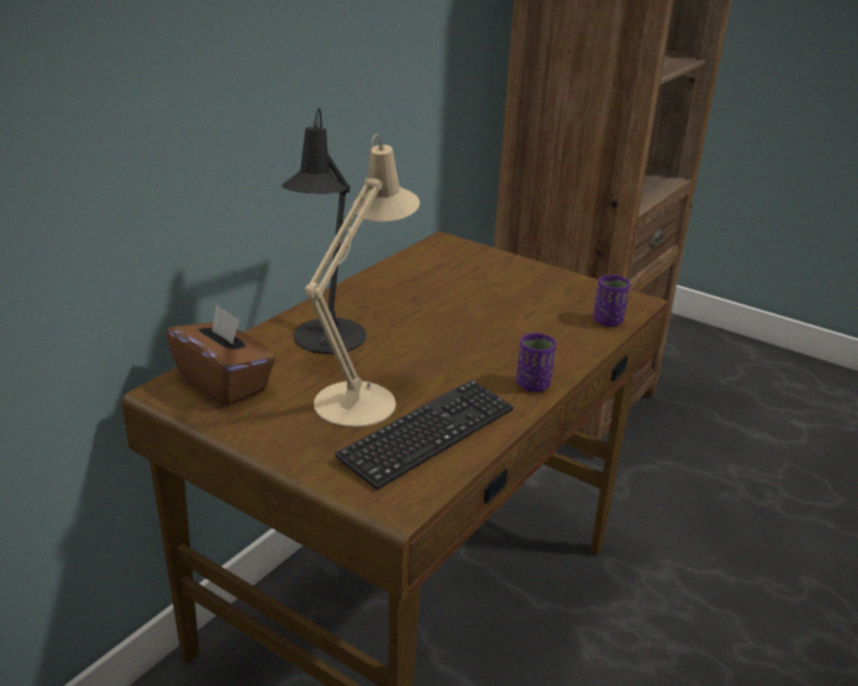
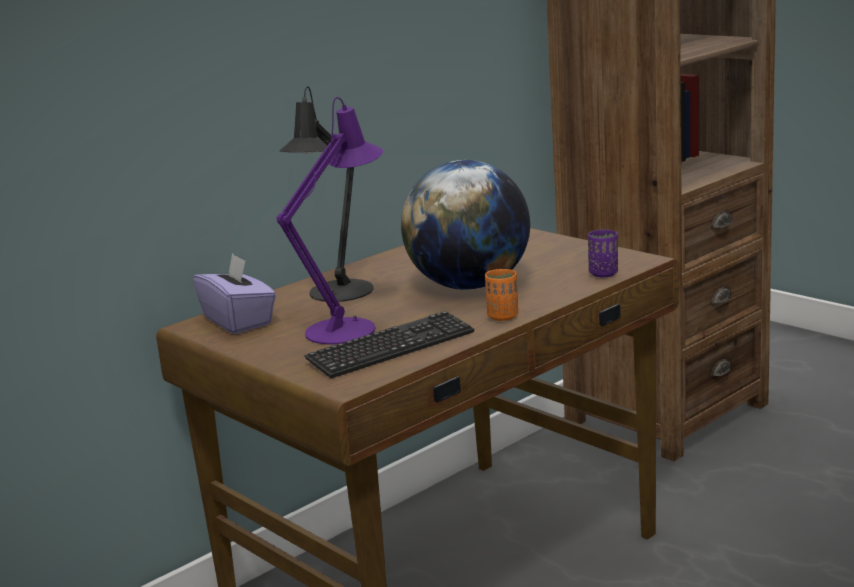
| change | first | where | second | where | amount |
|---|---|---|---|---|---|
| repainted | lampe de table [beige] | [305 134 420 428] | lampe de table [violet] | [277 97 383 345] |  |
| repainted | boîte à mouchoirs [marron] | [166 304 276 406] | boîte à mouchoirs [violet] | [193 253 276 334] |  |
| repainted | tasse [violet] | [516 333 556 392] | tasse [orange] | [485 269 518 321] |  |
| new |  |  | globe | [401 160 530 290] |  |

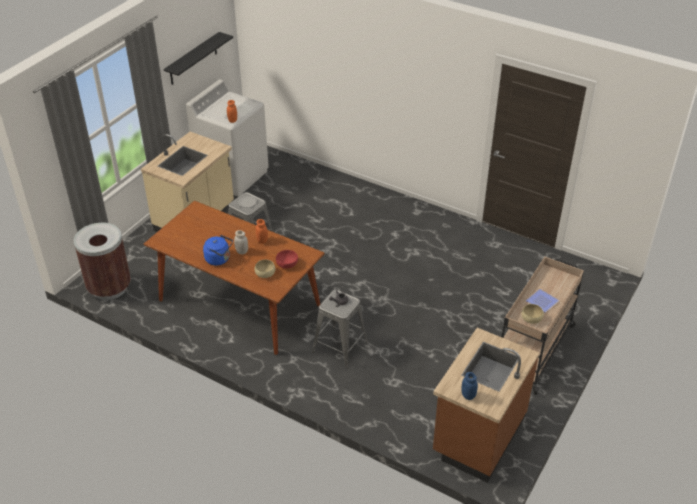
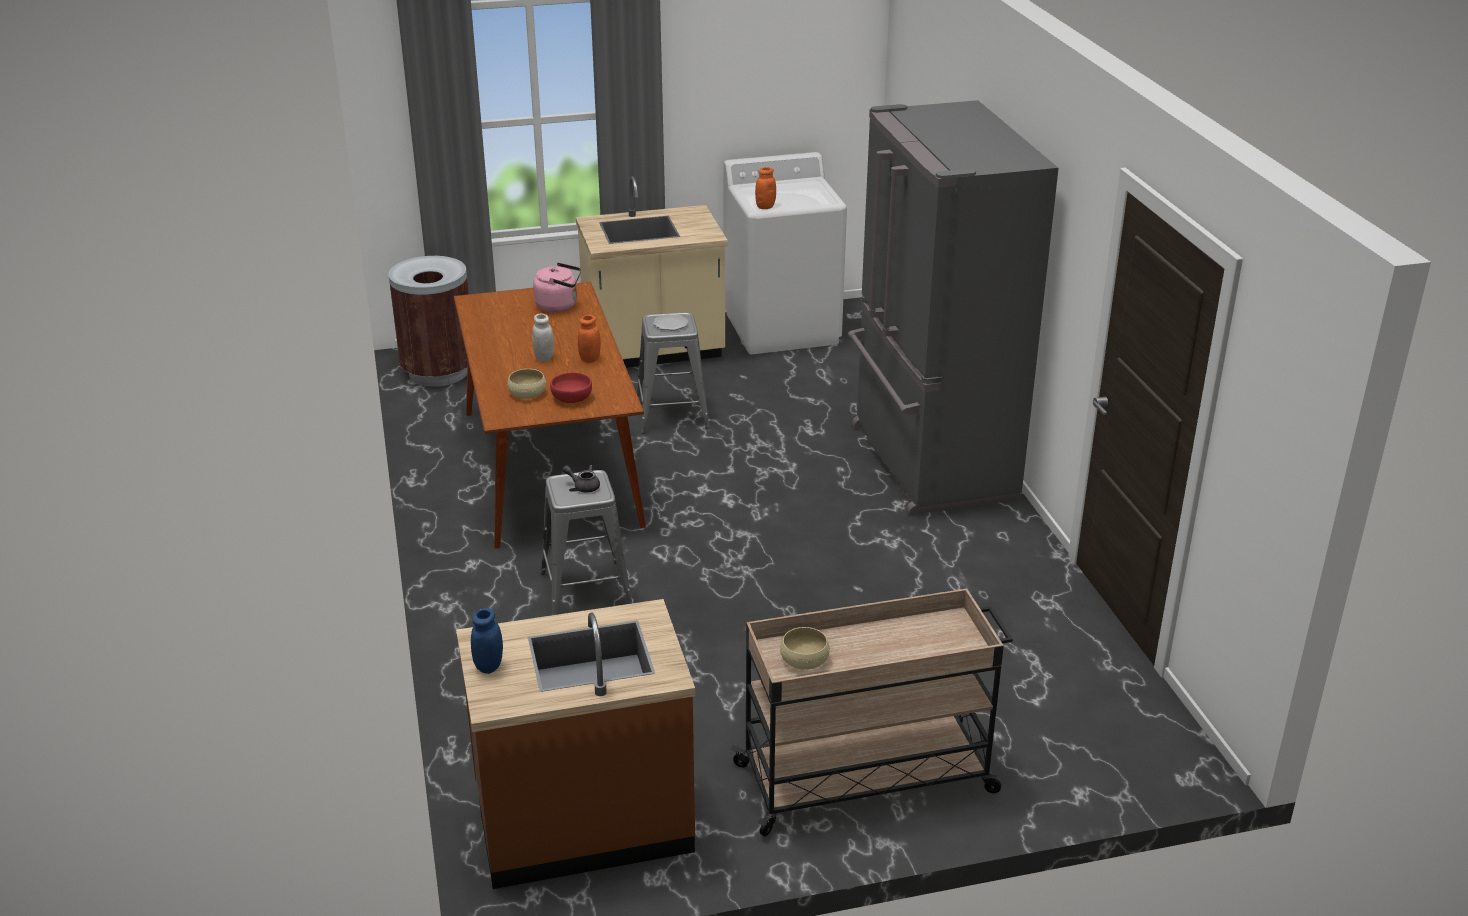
| change | first | where | second | where | amount |
|---|---|---|---|---|---|
| gone | étagère [noir] | [164 32 233 85] |  |  |  |
| gone | bouilloire [bleu] | [203 235 233 266] |  |  |  |
| gone | assiette | [526 289 559 313] |  |  |  |
| new |  |  | réfrigérateur [gris] | [848 100 1059 515] |  |
| new |  |  | bouilloire [rose] | [533 263 581 312] |  |

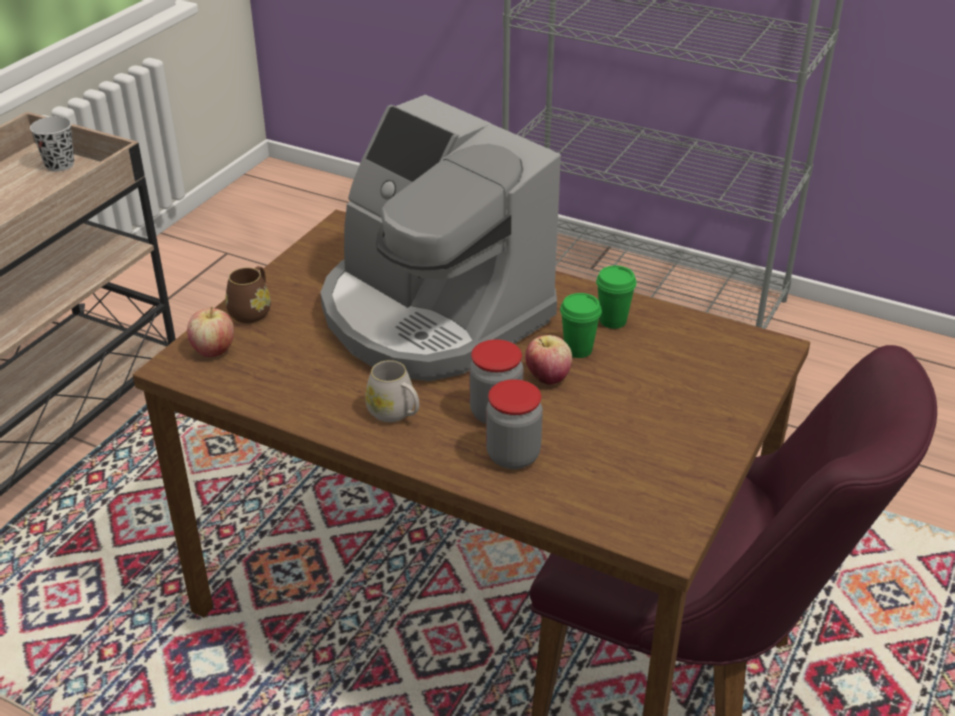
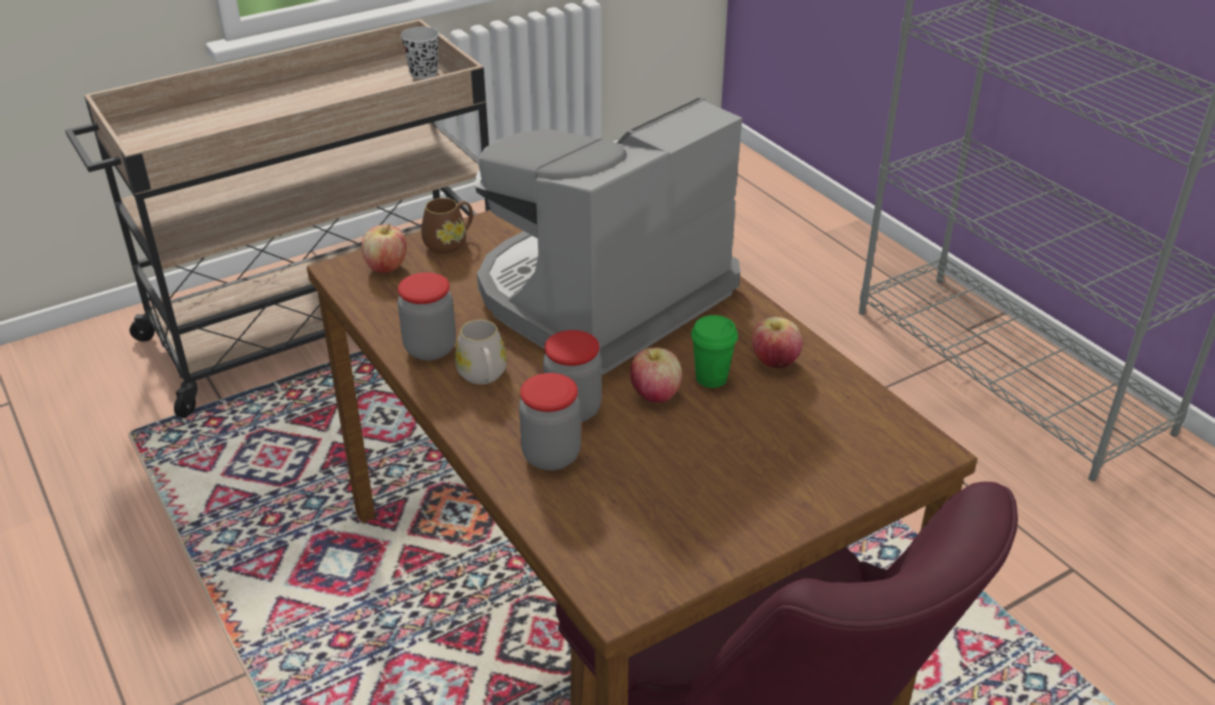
| change | first | where | second | where | amount |
|---|---|---|---|---|---|
| rotated | machine à café | [320 95 561 381] |  | [475 97 742 374] | 60 degrees clockwise |
| swapped | tasse [vert] | [596 266 637 329] | pomme | [752 317 803 368] |  |
| new |  |  | bocal | [398 272 456 361] |  |

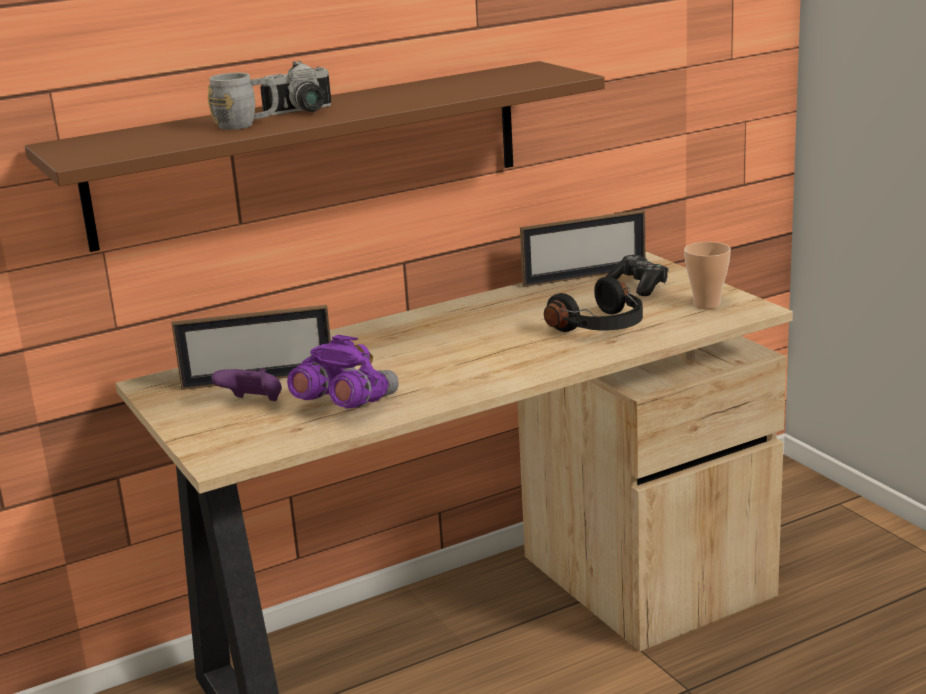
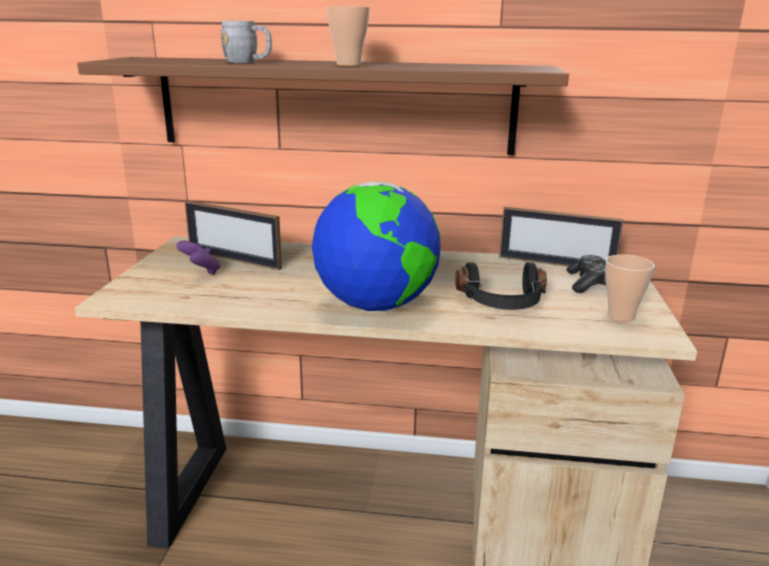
| change | first | where | second | where | amount |
|---|---|---|---|---|---|
| gone | appareil photo | [260 61 331 116] |  |  |  |
| gone | jumelles [violet] | [287 335 399 409] |  |  |  |
| new |  |  | tasse | [327 6 370 66] |  |
| new |  |  | globe | [312 181 441 312] |  |

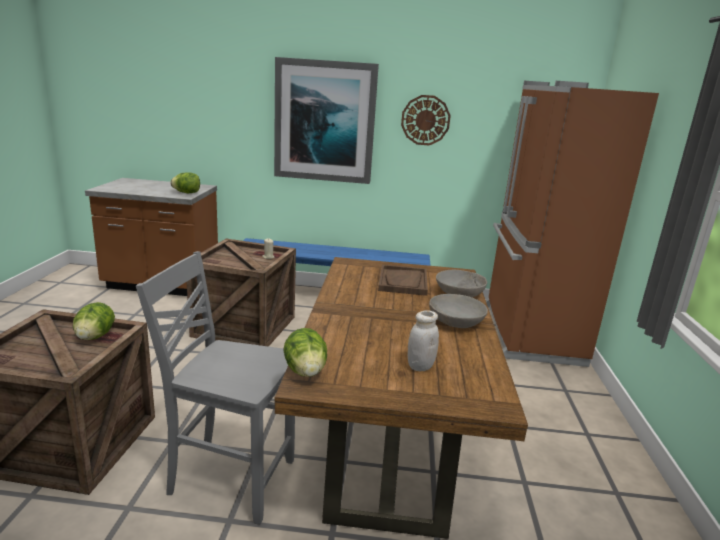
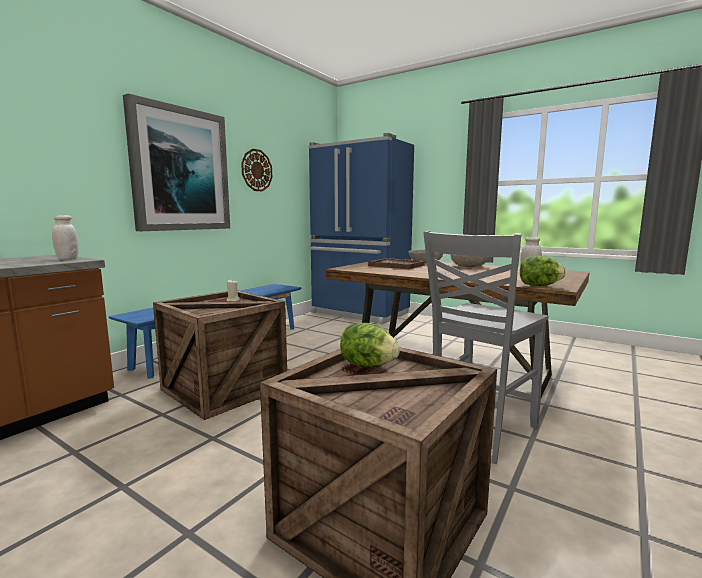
| change | first | where | second | where | amount |
|---|---|---|---|---|---|
| repainted | réfrigérateur [marron] | [486 81 659 367] | réfrigérateur [bleu] | [309 133 414 325] |  |
| swapped | laitue | [170 173 200 193] | bocal [blanc] | [52 215 79 260] |  |

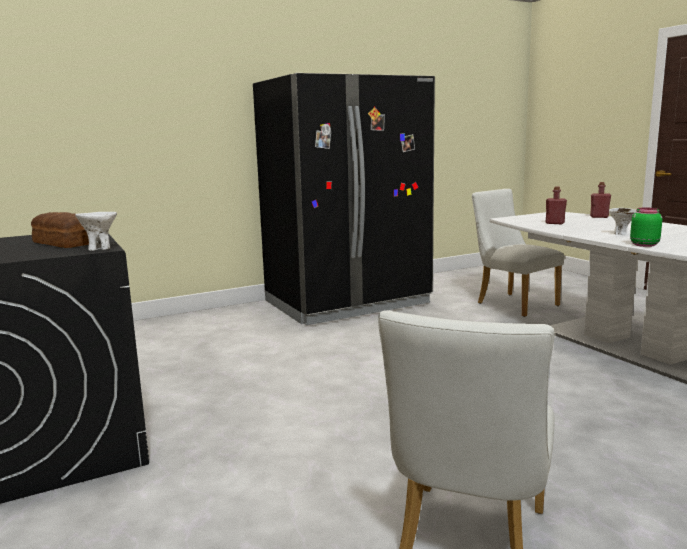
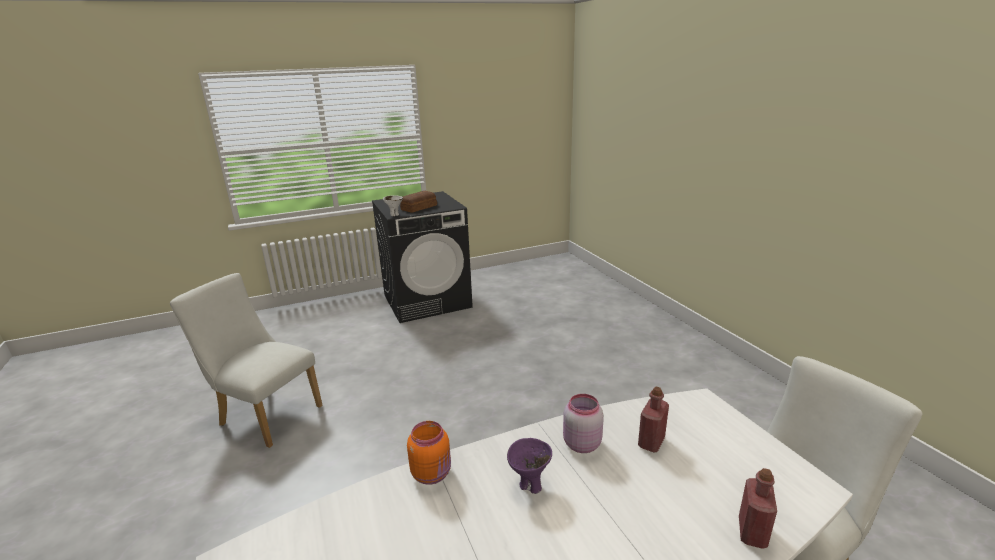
| change | first | where | second | where | amount |
|---|---|---|---|---|---|
| gone | réfrigérateur [noir] | [253 73 435 325] |  |  |  |
| repainted | bol [blanc] | [609 208 637 235] | bol [violet] | [507 438 552 494] |  |
| repainted | bocal [vert] | [630 208 662 247] | bocal [orange] | [407 421 451 485] |  |
| new |  |  | bocal [rose] | [563 394 604 453] |  |

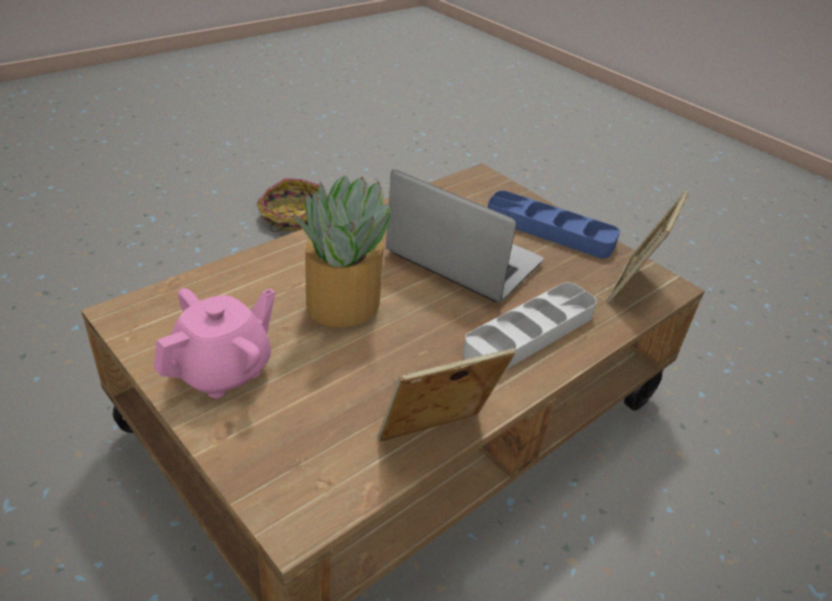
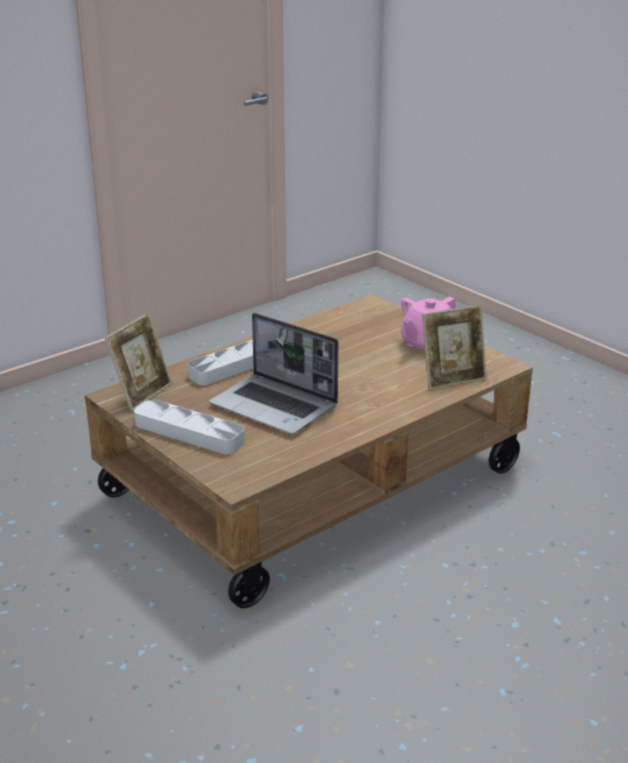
| change | first | where | second | where | amount |
|---|---|---|---|---|---|
| gone | plante en pot | [293 175 391 327] |  |  |  |
| gone | panier | [257 178 319 232] |  |  |  |
| repainted | plateau [bleu] | [488 191 620 258] | plateau [gris] | [134 399 245 454] |  |
| shifted | cadre photo | [377 348 516 442] |  | [422 305 487 390] |  |

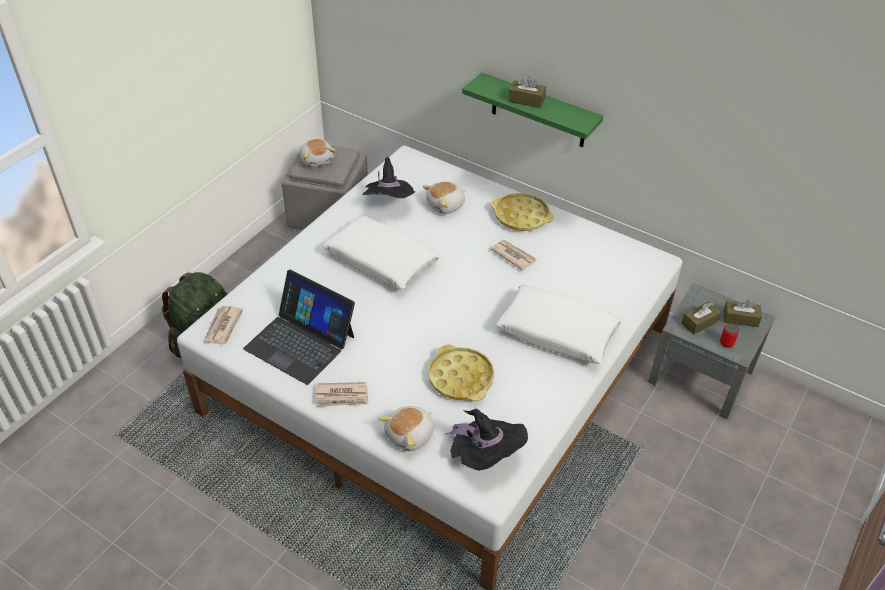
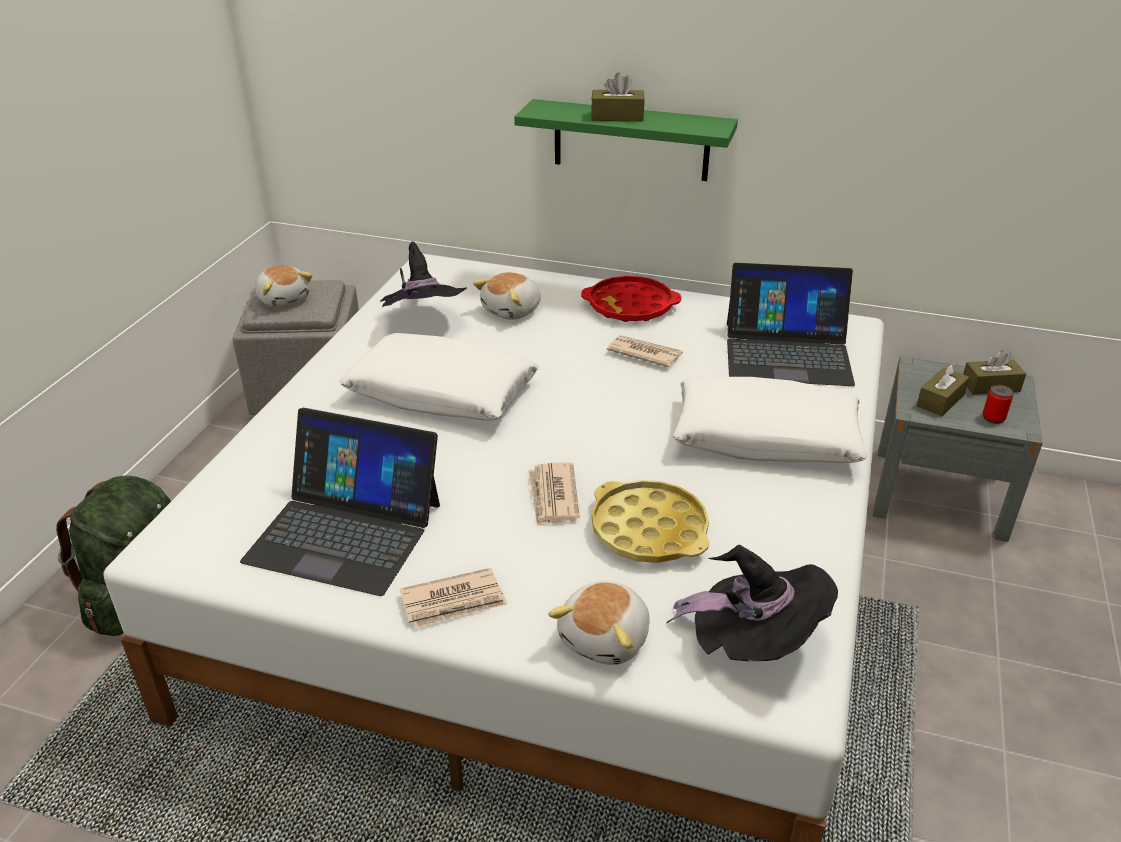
| change | first | where | second | where | amount |
|---|---|---|---|---|---|
| repainted | plateau [jaune] | [491 193 554 231] | plateau [rouge] | [581 276 681 322] |  |
| shifted | journal | [204 306 243 344] |  | [528 462 580 526] |  |
| new |  |  | ordinateur portable | [727 263 855 386] |  |

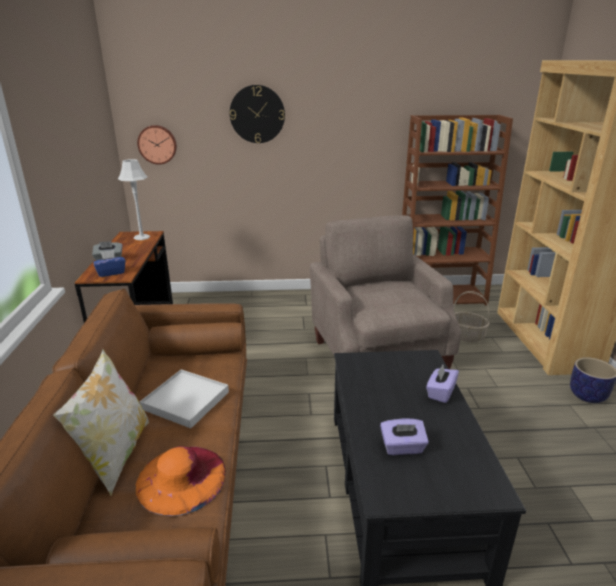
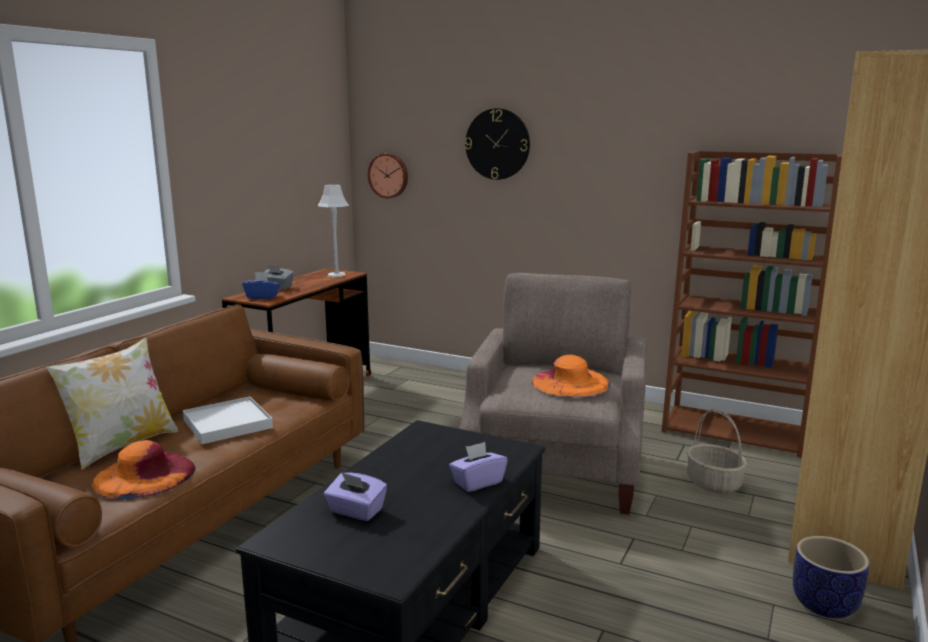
| change | first | where | second | where | amount |
|---|---|---|---|---|---|
| new |  |  | chapeau [orange] | [532 355 610 397] |  |

